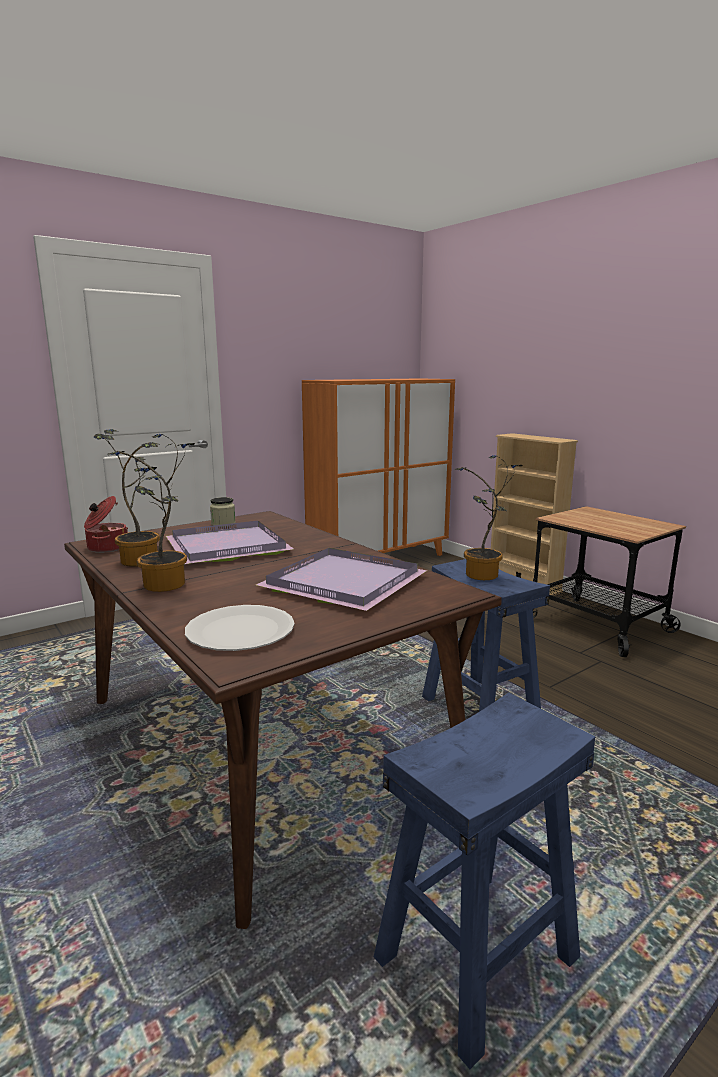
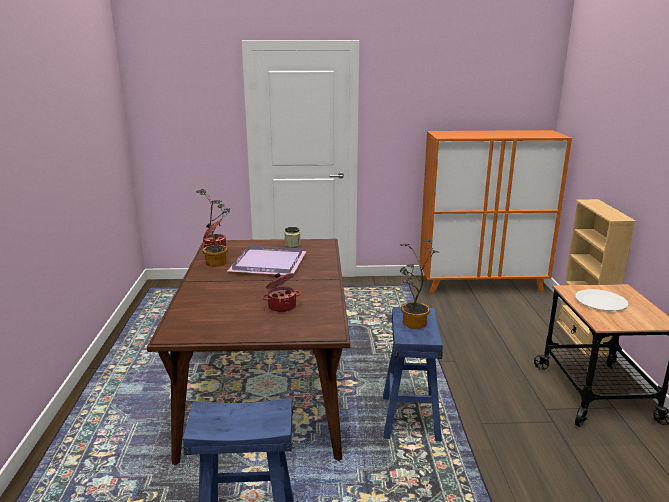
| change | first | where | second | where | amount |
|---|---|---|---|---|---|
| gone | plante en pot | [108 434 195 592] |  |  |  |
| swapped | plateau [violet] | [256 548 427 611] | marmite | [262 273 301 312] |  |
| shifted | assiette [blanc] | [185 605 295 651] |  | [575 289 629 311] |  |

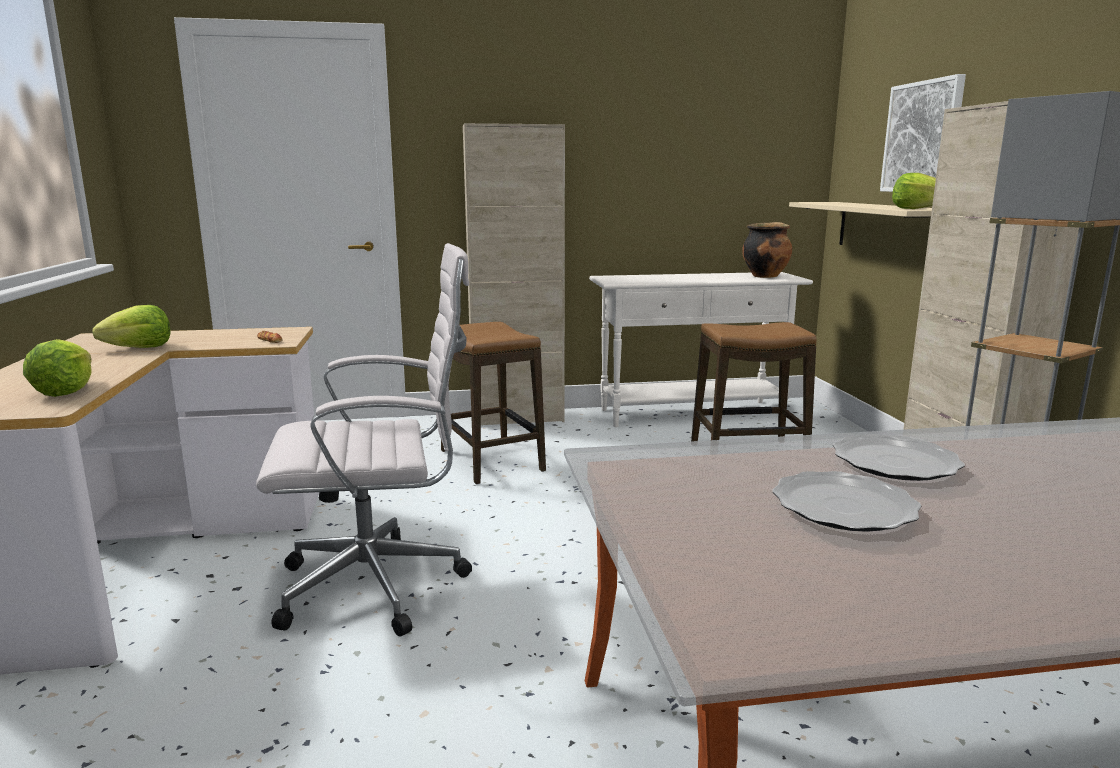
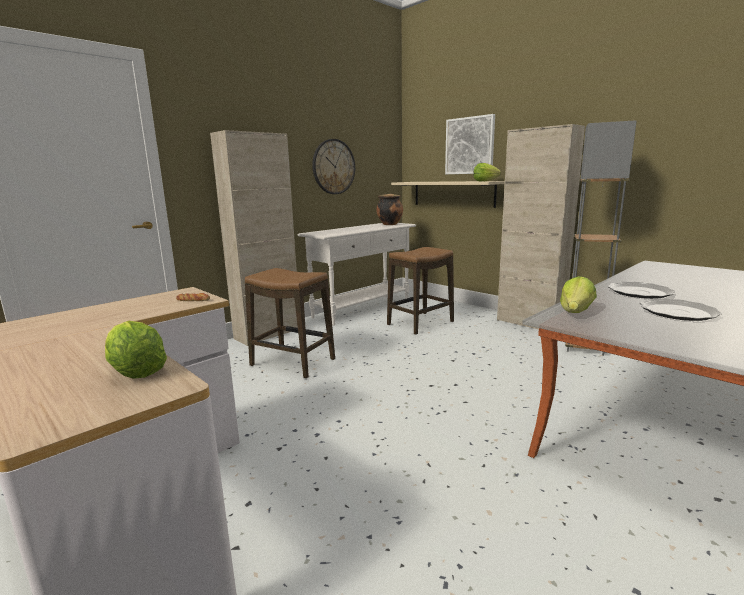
| change | first | where | second | where | amount |
|---|---|---|---|---|---|
| gone | chaise de bureau [blanc] | [256 243 472 637] |  |  |  |
| shifted | laitue | [93 305 171 348] |  | [560 276 597 313] |  |
| new |  |  | horloge murale | [312 139 355 194] |  |

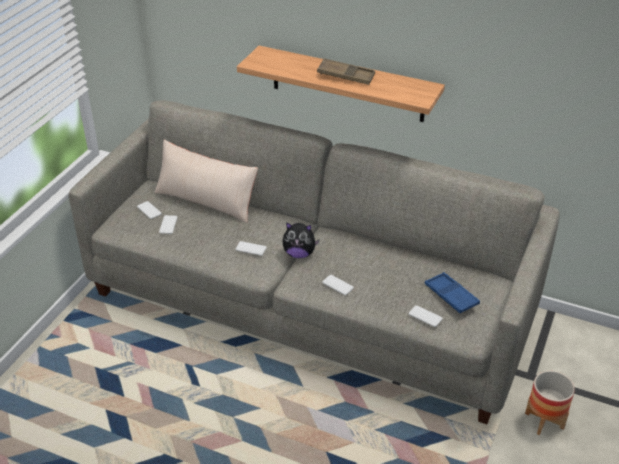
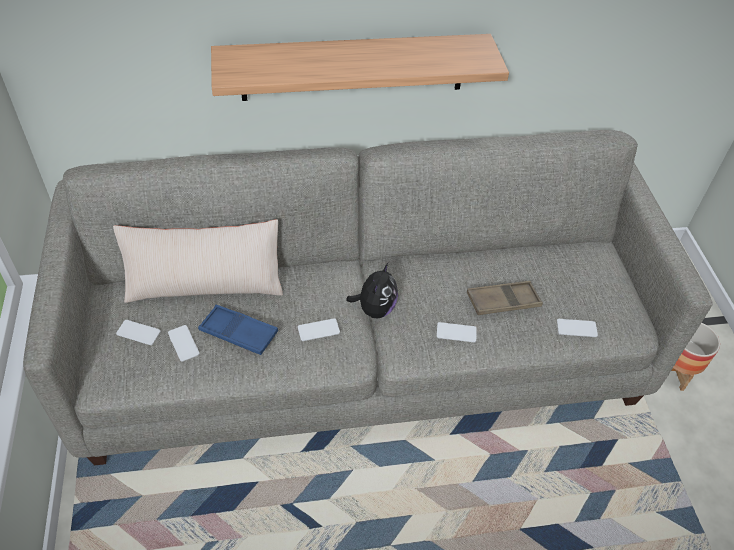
| change | first | where | second | where | amount |
|---|---|---|---|---|---|
| shifted | plateau [marron] | [317 58 375 85] |  | [467 281 543 315] |  |
| rotated | peluche | [283 222 320 258] |  | [346 263 398 319] | 45 degrees counterclockwise |
| shifted | plateau [bleu] | [425 272 480 313] |  | [198 305 278 355] |  |

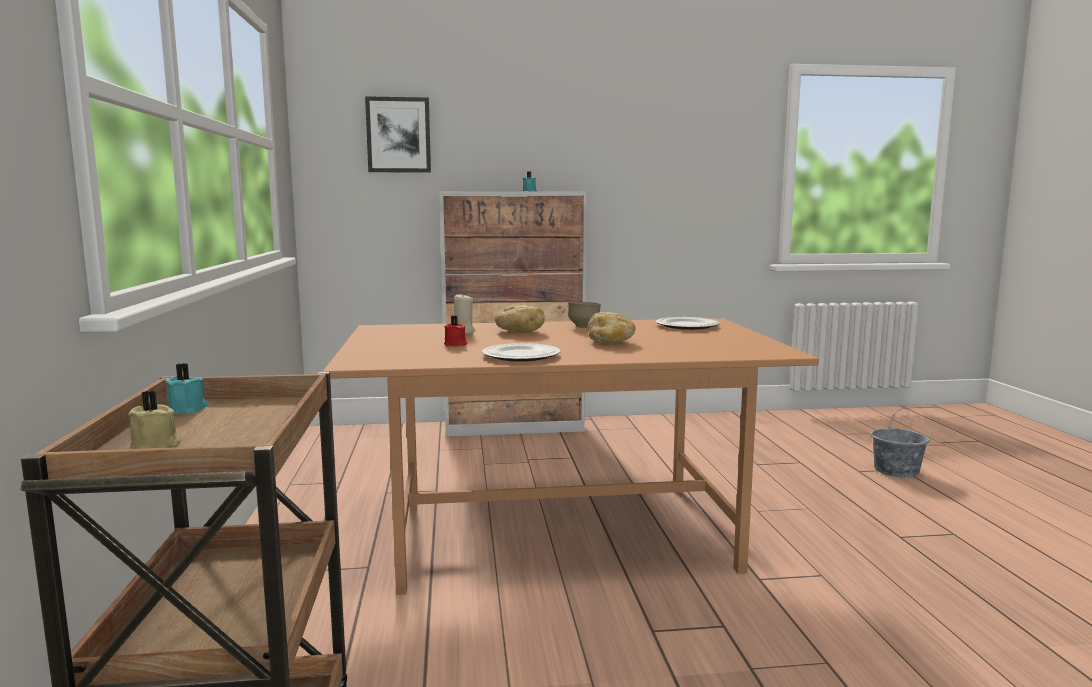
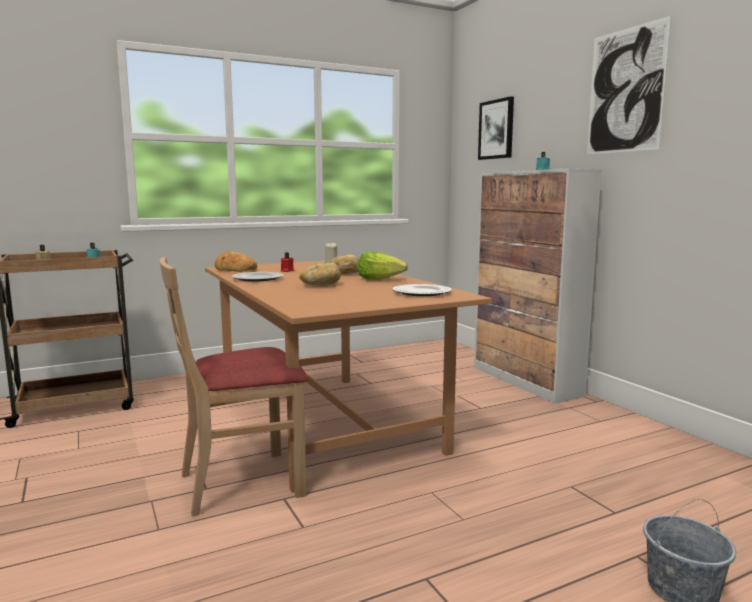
| change | first | where | second | where | amount |
|---|---|---|---|---|---|
| swapped | bol [marron] | [568 301 601 328] | laitue | [358 251 408 280] |  |
| new |  |  | tableau | [587 16 671 155] |  |
| new |  |  | pain | [215 251 257 272] |  |
| new |  |  | chaise [beige] | [160 257 308 517] |  |

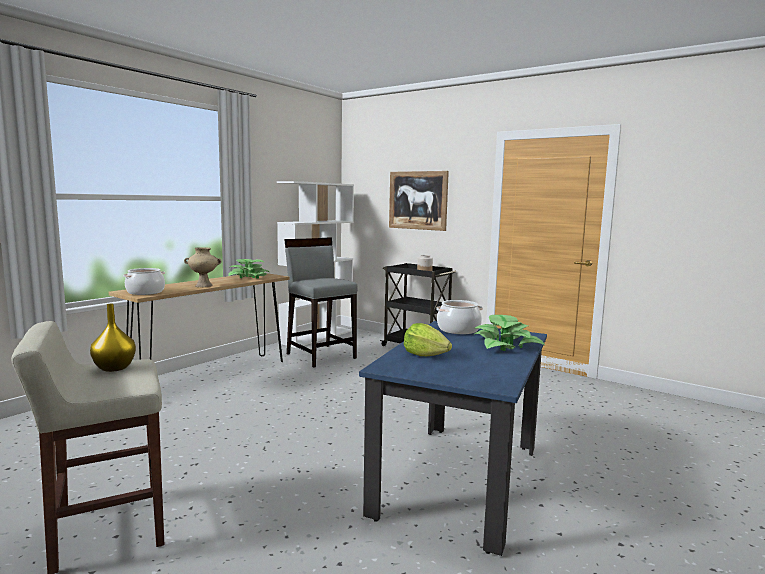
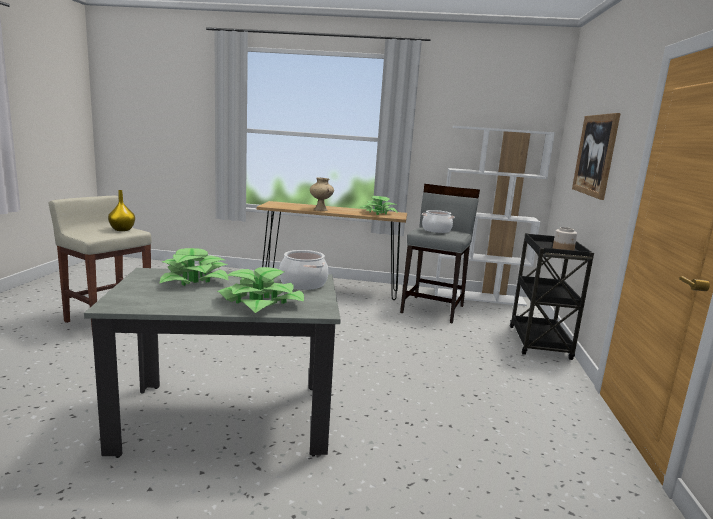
| change | first | where | second | where | amount |
|---|---|---|---|---|---|
| shifted | marmite | [123 268 165 295] |  | [422 210 455 233] |  |
| repainted | table à manger [bleu] | [359 321 547 556] | table à manger [gris] | [84 268 341 458] |  |
| swapped | laitue | [404 323 452 356] | plante en pot | [159 248 228 286] |  |

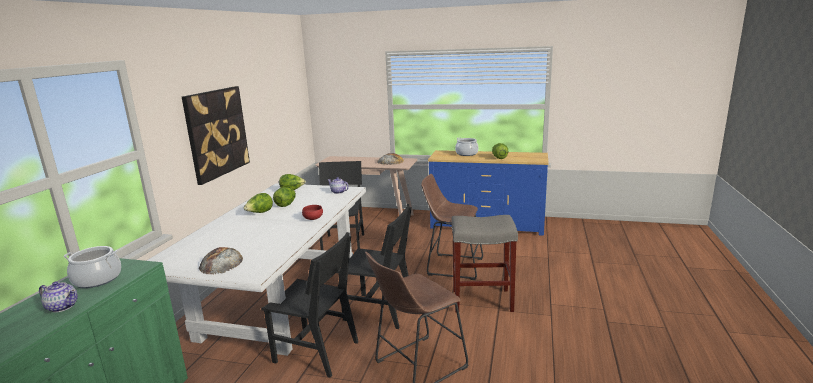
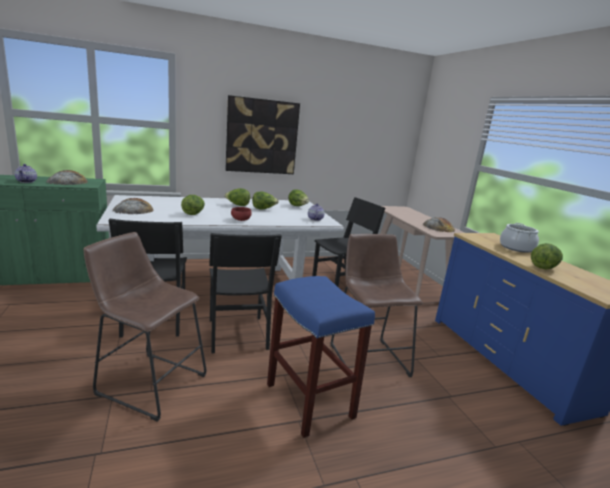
| change | first | where | second | where | amount |
|---|---|---|---|---|---|
| repainted | tabouret [gris] | [451 215 518 313] | tabouret [bleu] | [267 276 375 438] |  |
| swapped | marmite | [63 246 121 288] | pain | [46 170 88 185] |  |
| new |  |  | laitue | [181 195 205 215] |  |

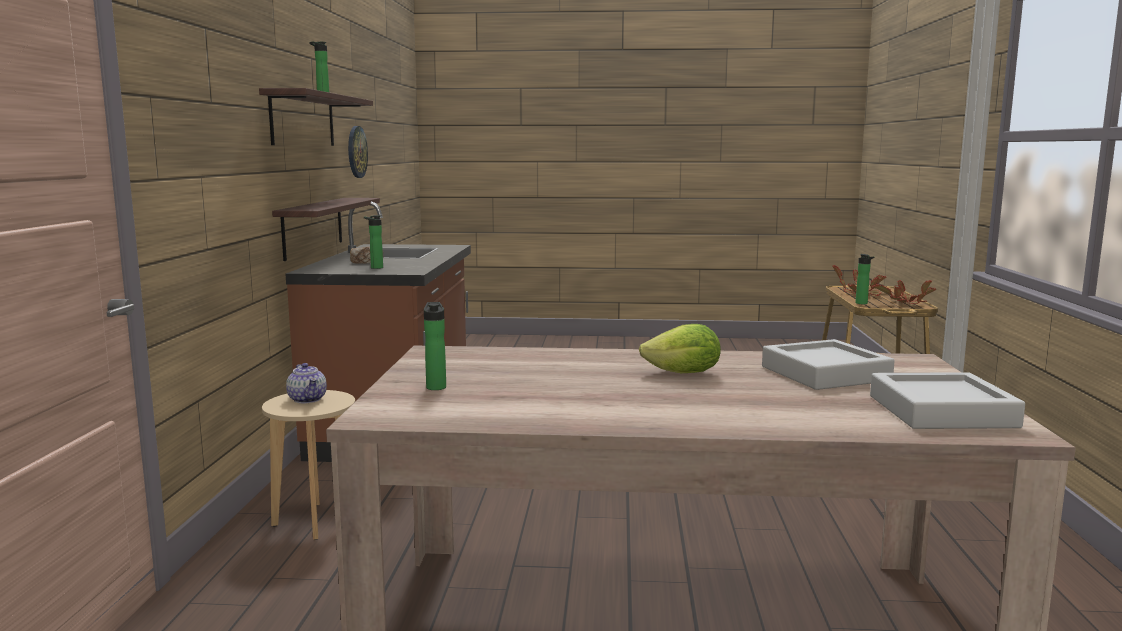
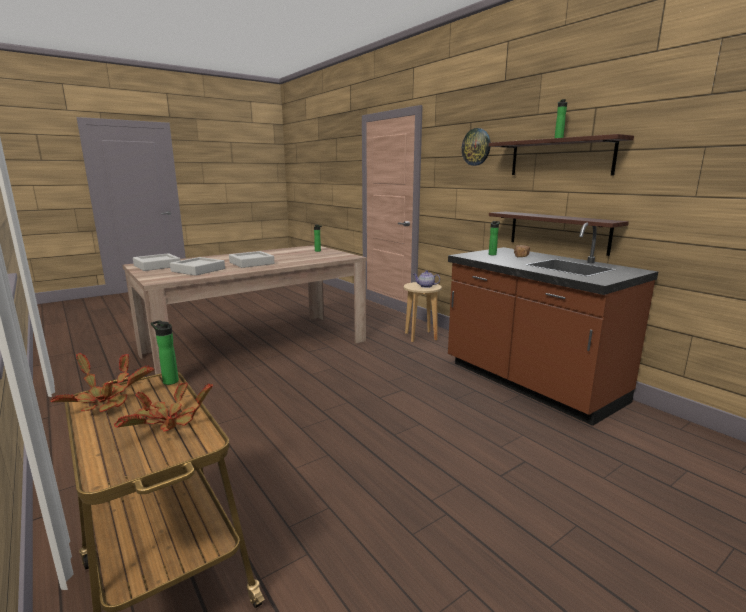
| change | first | where | second | where | amount |
|---|---|---|---|---|---|
| shifted | horloge murale | [348 126 368 178] |  | [462 128 491 166] |  |
| swapped | laitue | [639 324 721 373] | plateau [gris] | [229 251 274 268] |  |

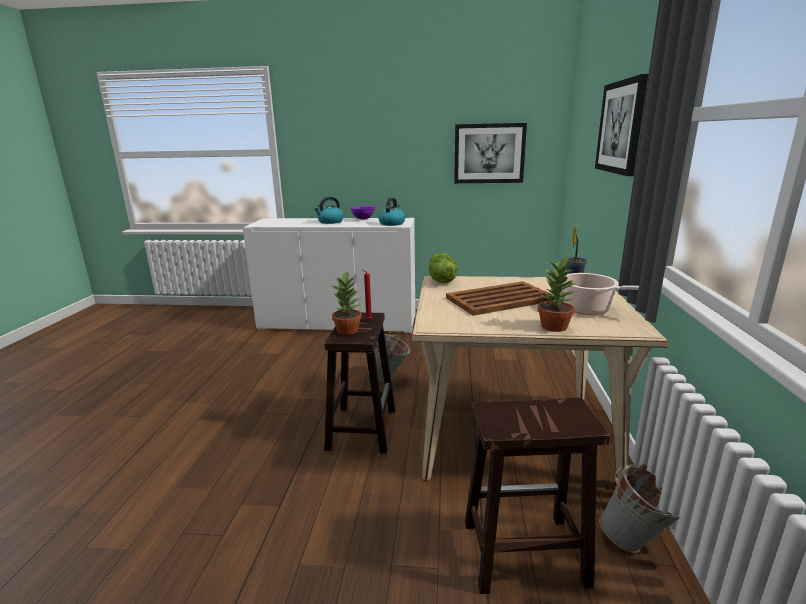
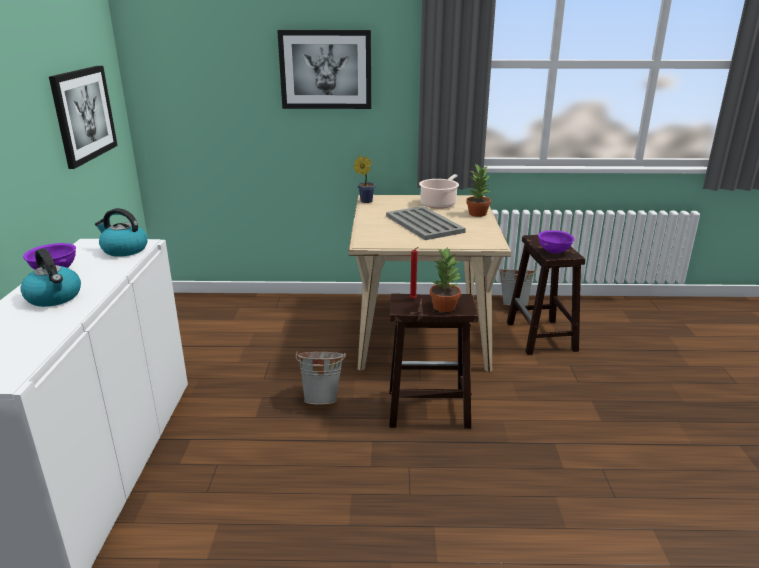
| change | first | where | second | where | amount |
|---|---|---|---|---|---|
| gone | laitue | [429 253 458 283] |  |  |  |
| repainted | plateau [marron] | [446 281 554 316] | plateau [gris] | [386 206 466 240] |  |
| new |  |  | bol [violet] | [538 230 574 254] |  |

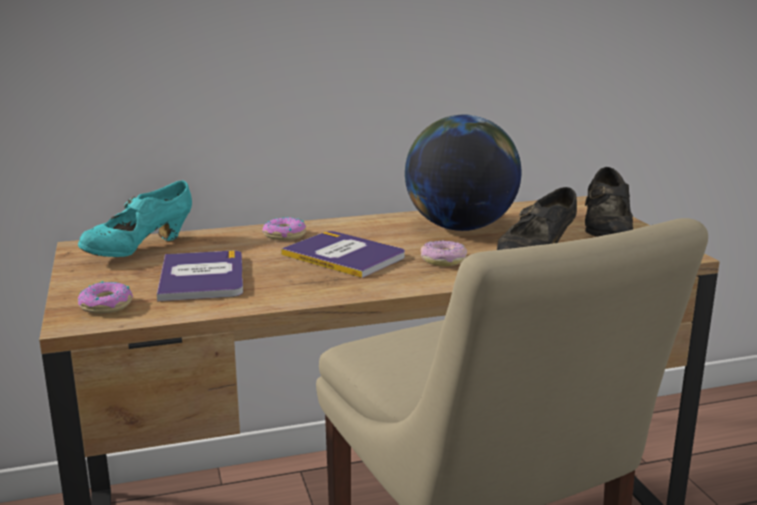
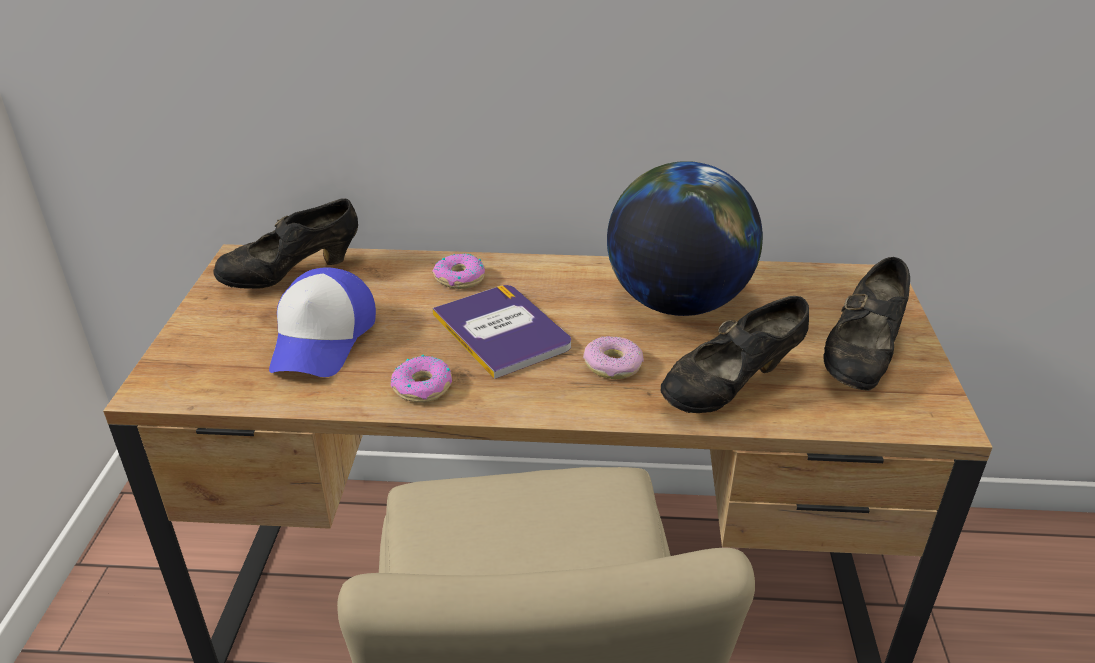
| change | first | where | second | where | amount |
|---|---|---|---|---|---|
| repainted | chaussure [turquoise] | [78 180 192 257] | chaussure [noir] | [213 198 358 289] |  |
| swapped | livre | [157 251 243 301] | casquette | [269 267 376 377] |  |
| shifted | beignet | [78 281 133 314] |  | [391 355 452 403] |  |

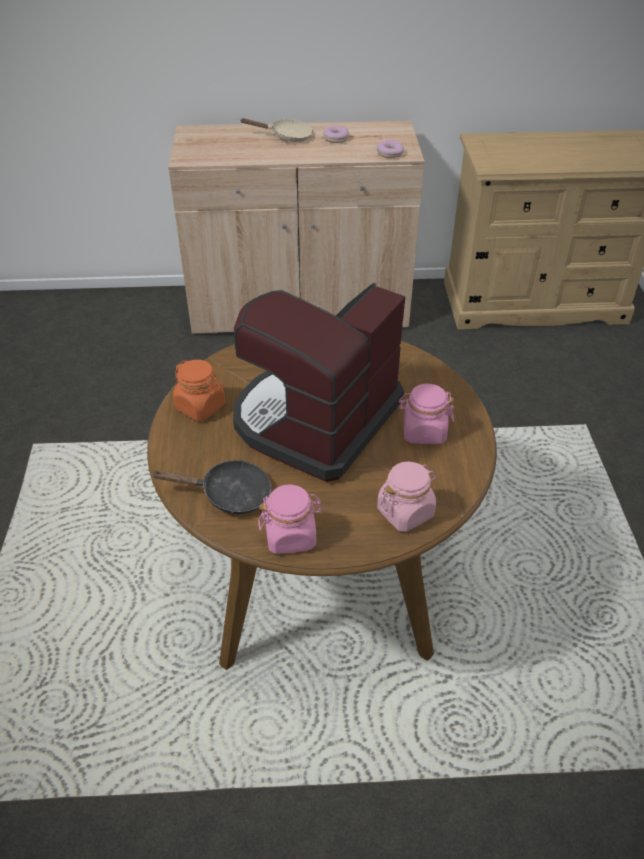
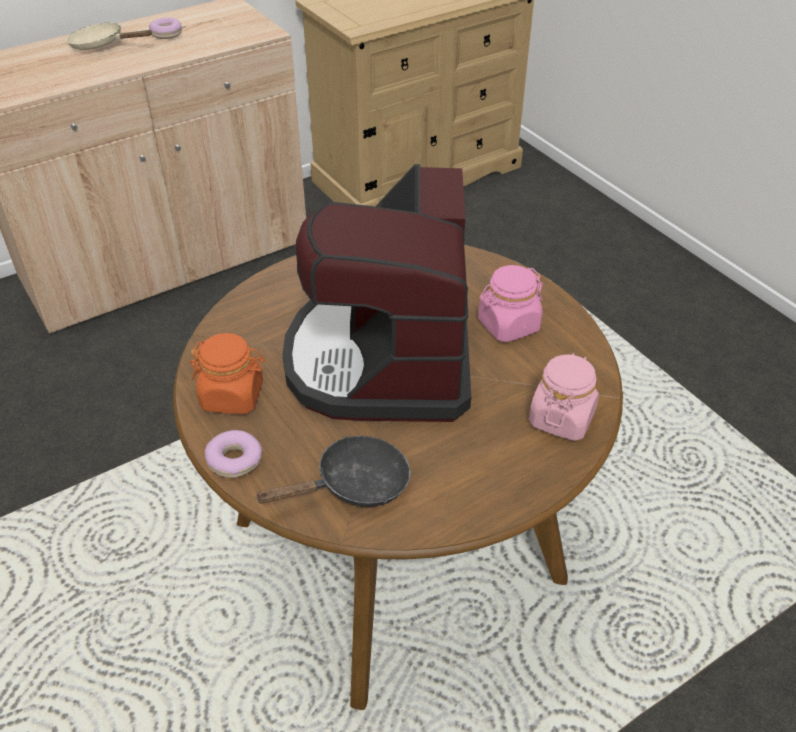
| change | first | where | second | where | amount |
|---|---|---|---|---|---|
| rotated | poêle [beige] | [241 118 313 142] |  | [66 22 152 50] | 135 degrees counterclockwise |
| shifted | beignet | [377 140 404 158] |  | [205 430 262 478] |  |
| gone | bocal [rose] | [258 484 323 554] |  |  |  |

